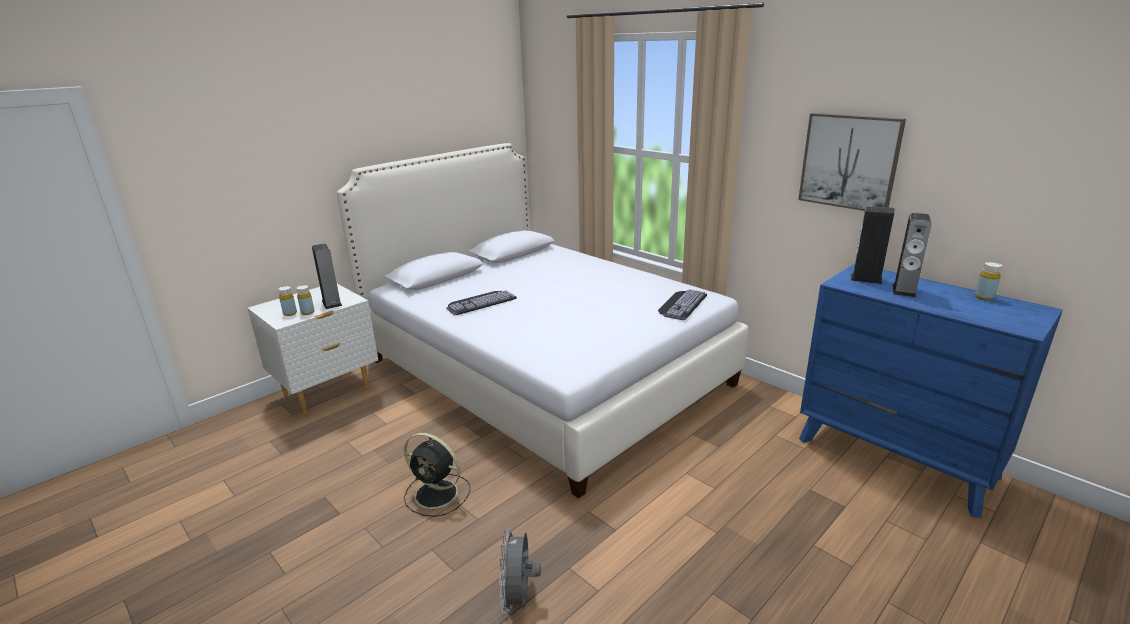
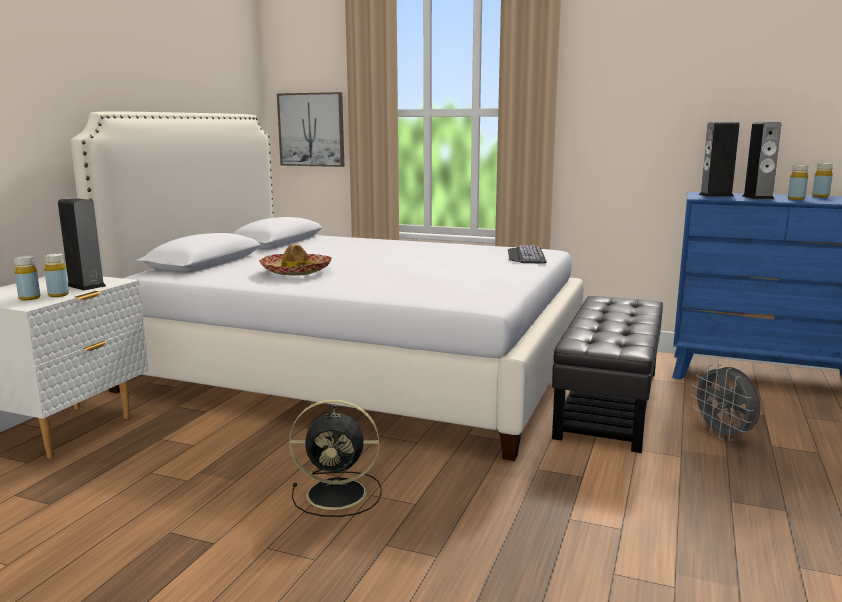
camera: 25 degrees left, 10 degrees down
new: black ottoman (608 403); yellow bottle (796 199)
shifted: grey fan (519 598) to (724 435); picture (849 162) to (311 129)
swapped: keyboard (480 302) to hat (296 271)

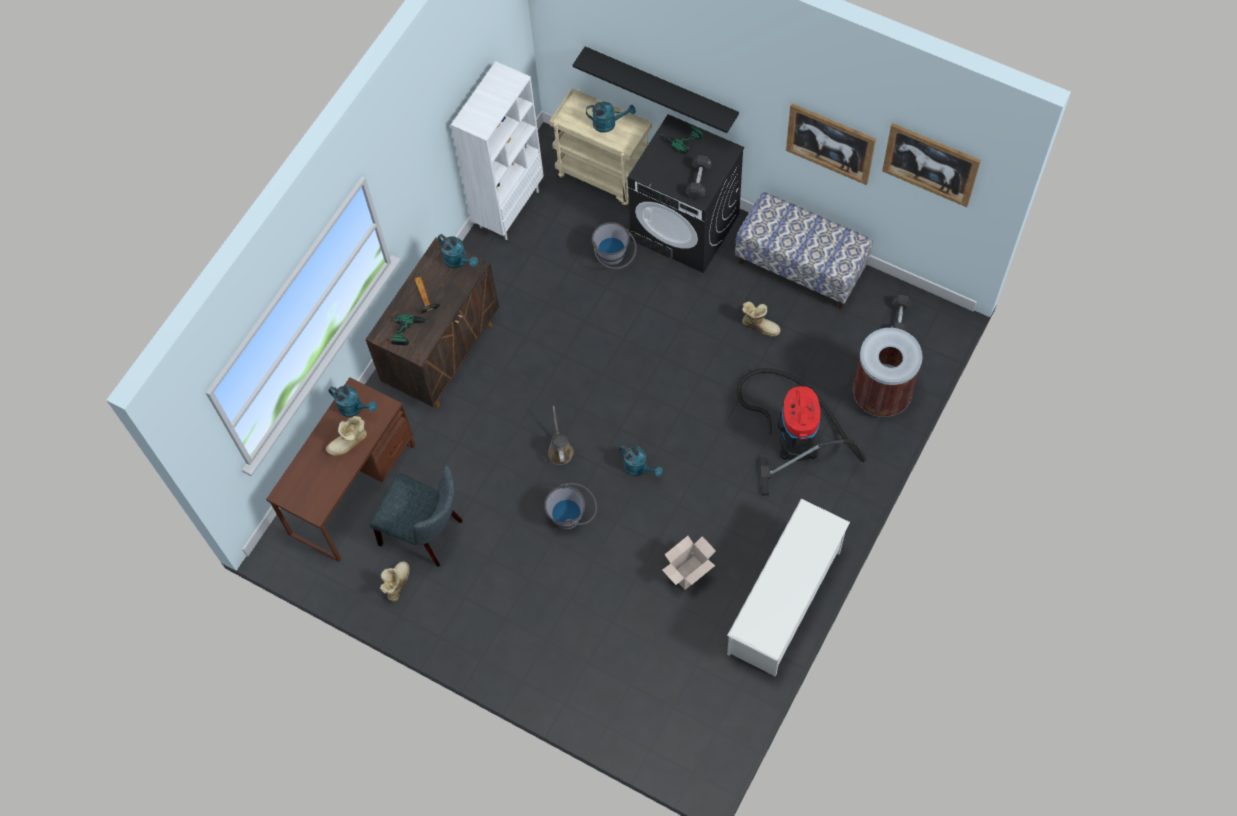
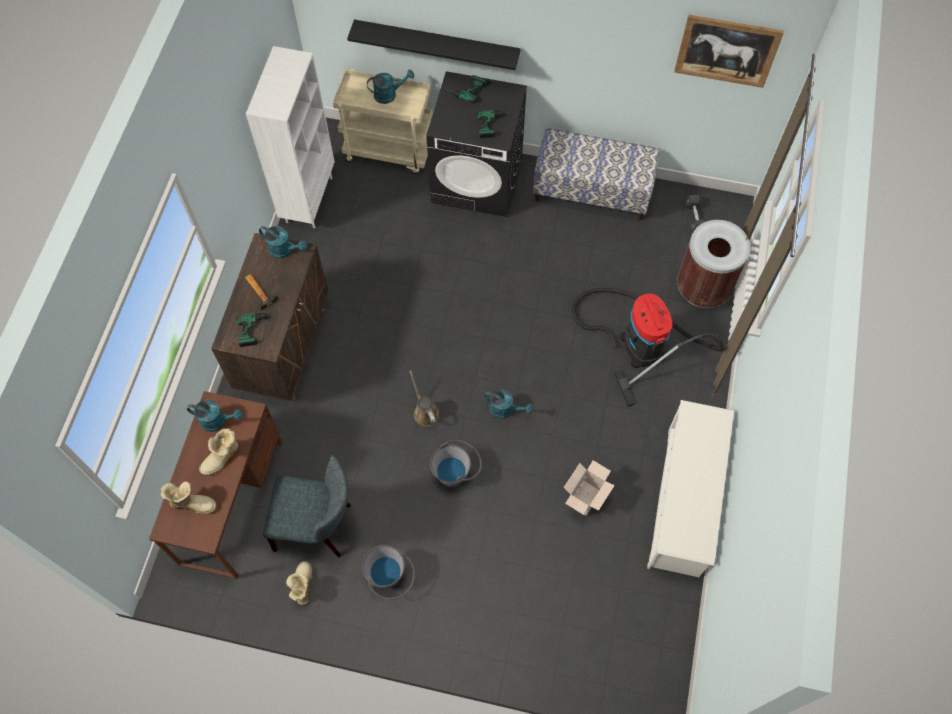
camera: 20 degrees left, 0 degrees up
gone: picture (830 143)
shifted: grey bucket (614 258) to (390 579); boot (760 325) to (192 503)
swapped: black dumbbell (698 181) to power drill (495 125)

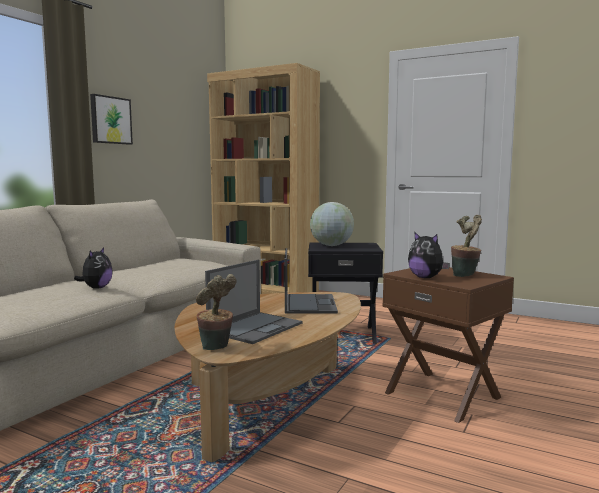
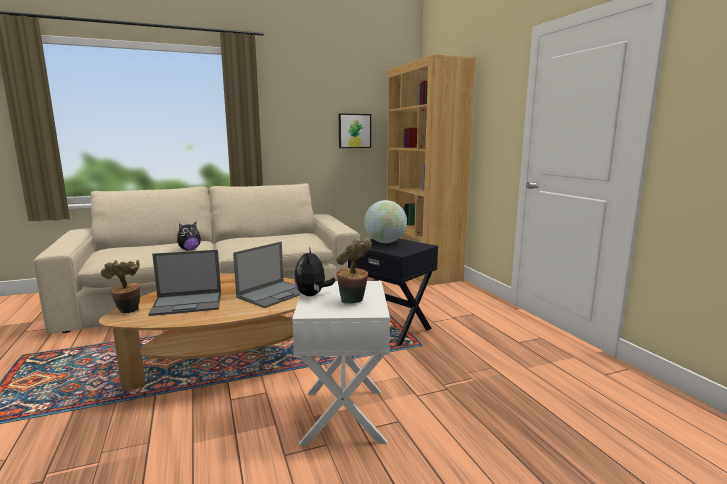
camera: 40 degrees right, 5 degrees up
shifted: picture (110 120) to (354 131)
repainted: brown side table (443 394) to white side table (345 415)

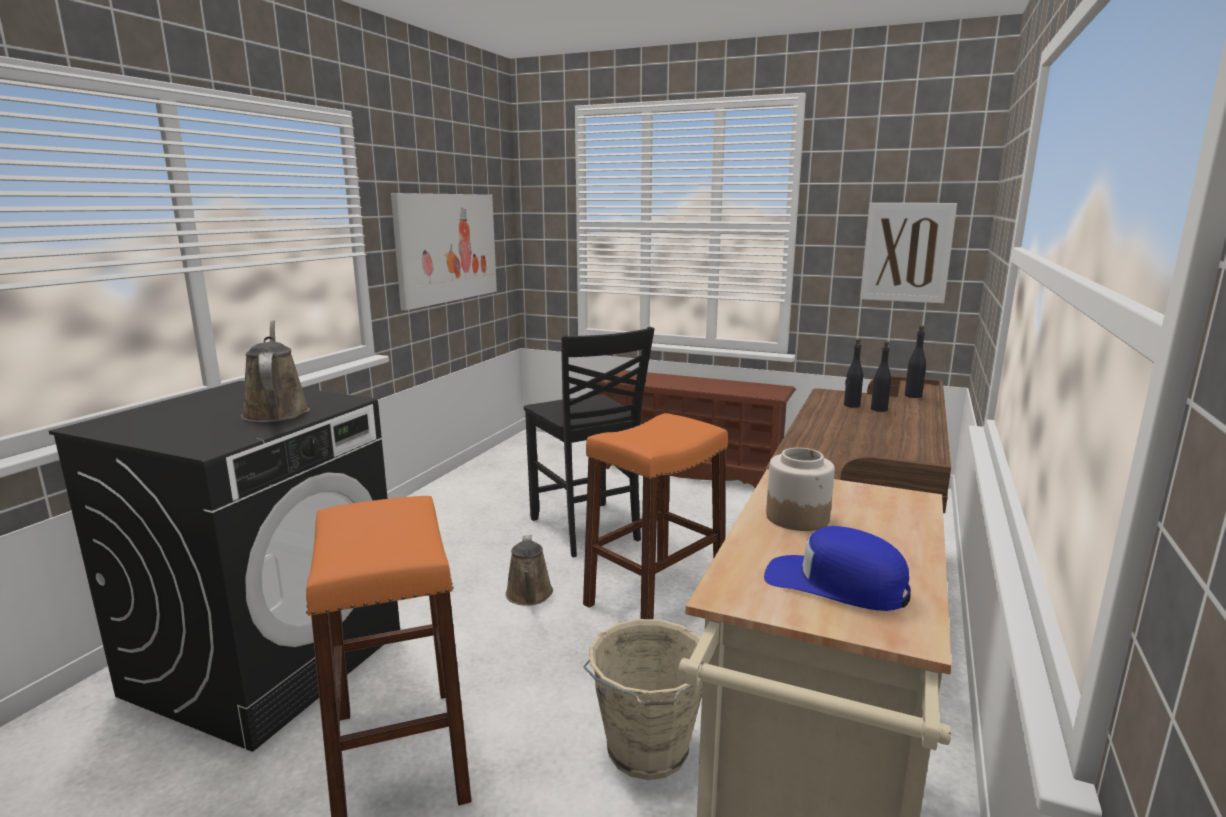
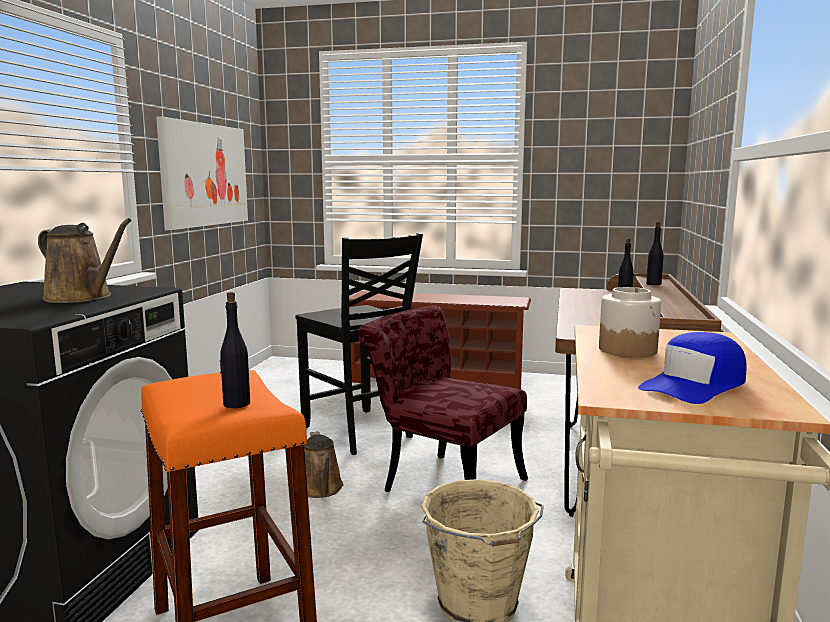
camera: 10 degrees left, 5 degrees down
gone: picture (906 252)
shifted: black bottle (851 405) to (236 404)
swapped: orange stool (655 598) to red chair (442 482)
rotated: brown watering can (276 411) = (82 298) 150 degrees clockwise; blue cap (835 584) = (695 385) 60 degrees counterclockwise

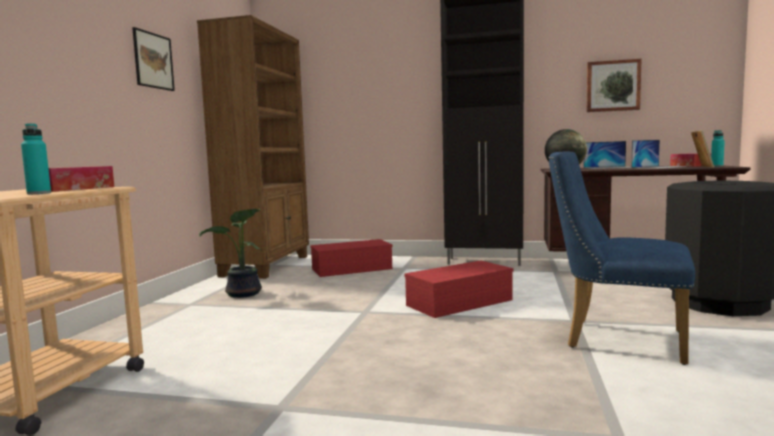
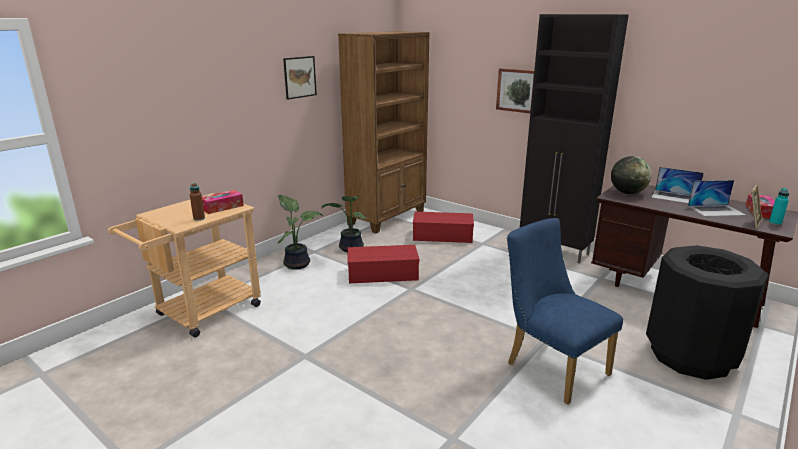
camera: 25 degrees right, 15 degrees up
new: potted plant (297 264)
shifted: red storage box (460 302) to (383 273); picture (612 86) to (517 90)
repainted: turquoise bottle (39 193) to brown bottle (199 219)

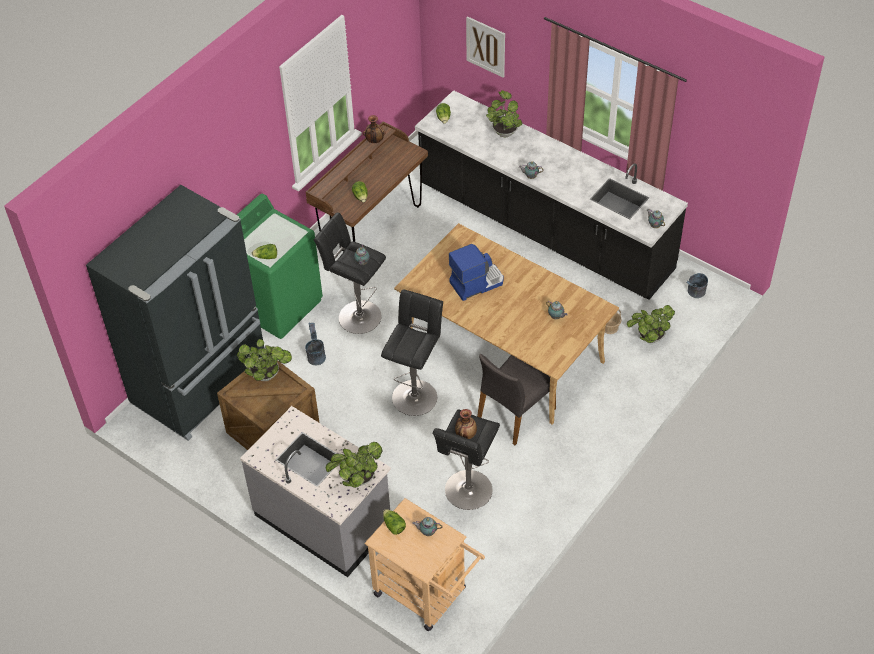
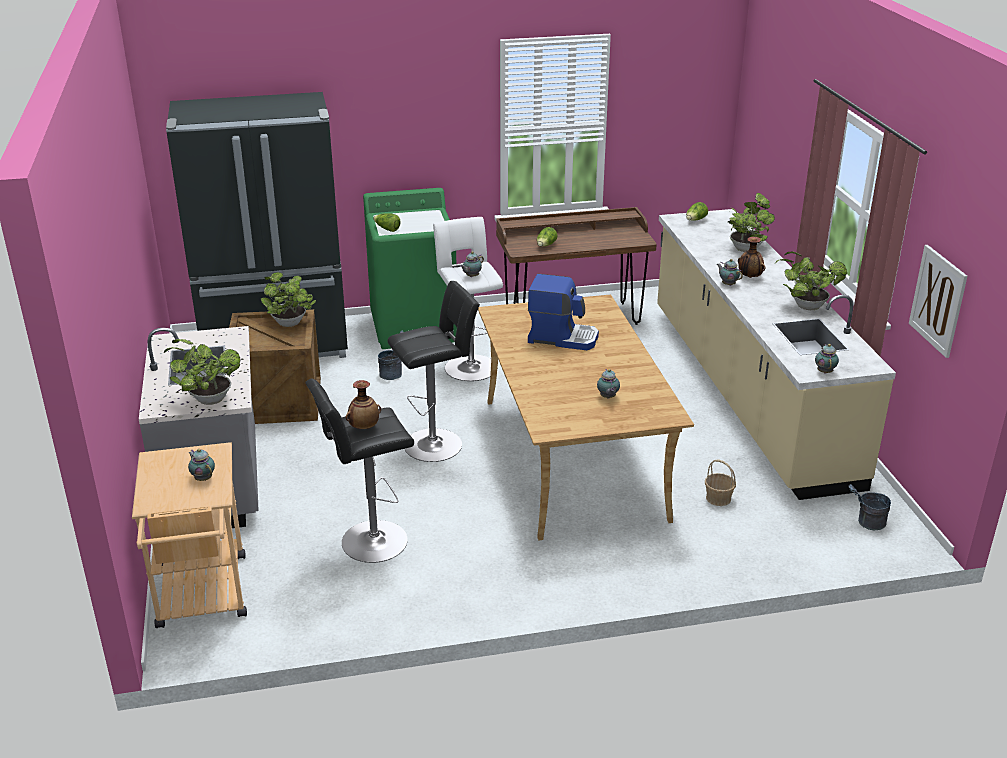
camera: 40 degrees right, 20 degrees down
gone: lettuce (393 526); grey chair (514 413)
shifted: vase (374 141) to (749 277); picture (486 46) to (938 300); potted plant (648 338) to (805 306)
repainted: black stool (357 315) to white stool (469 365); black counter (544 228) to beige counter (748 392)

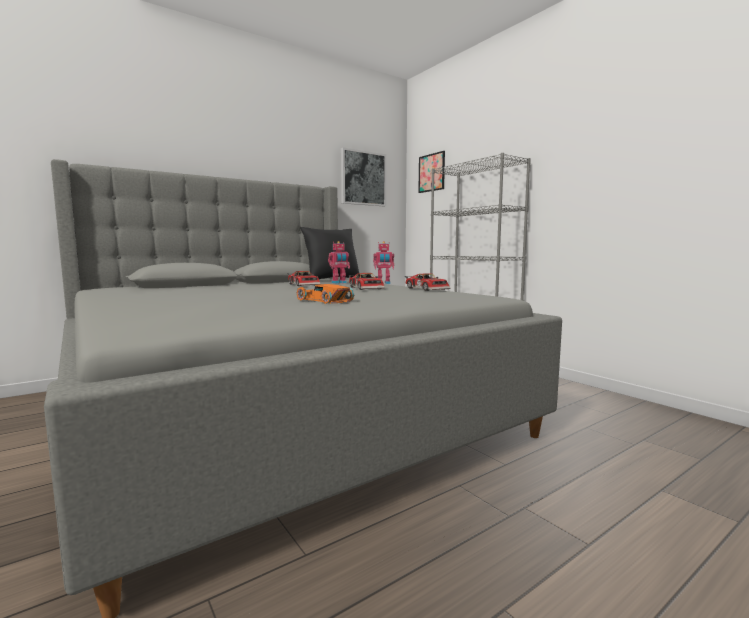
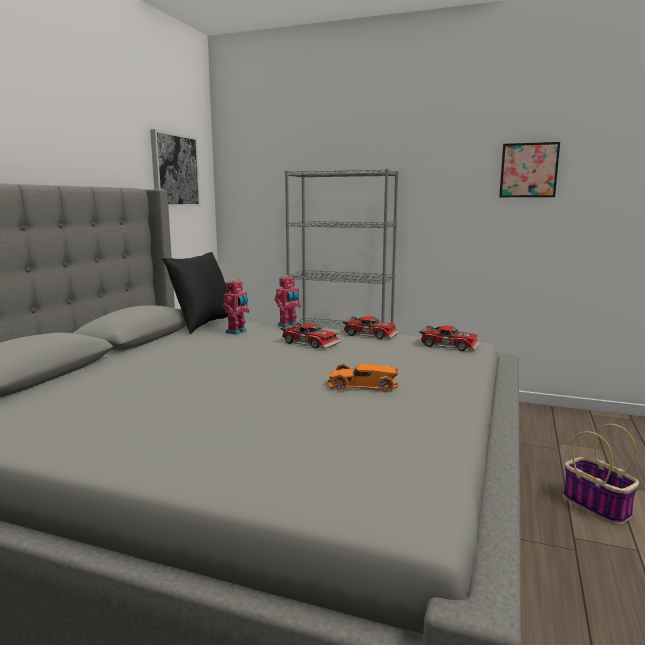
camera: 35 degrees left, 5 degrees up
new: basket (598 506)
shifted: toy car (304 284) to (449 345); picture (431 172) to (528 170)

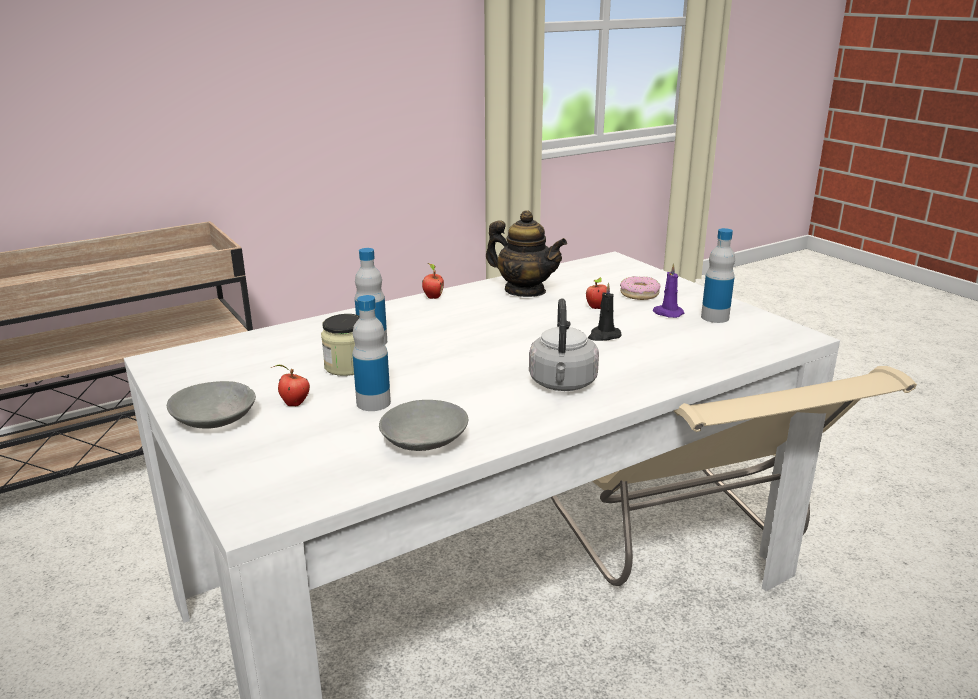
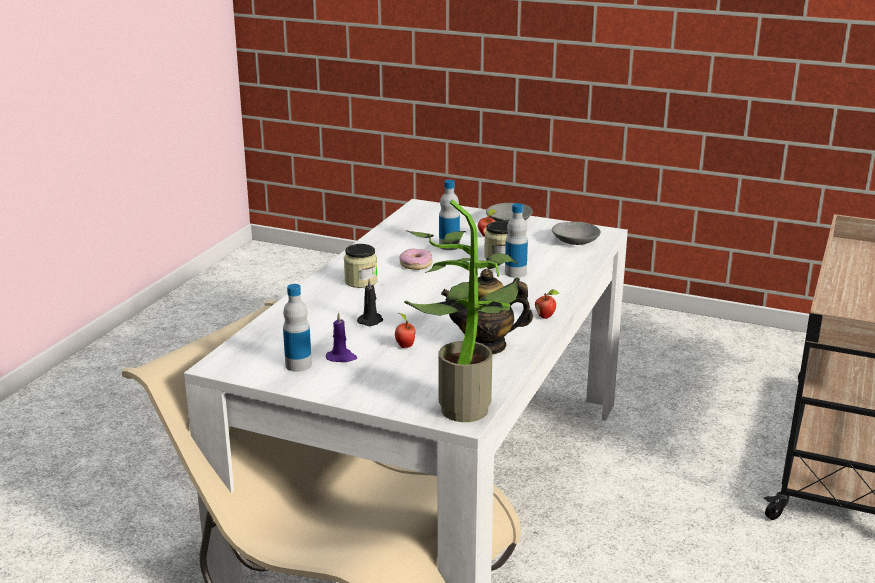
camera: 145 degrees right, 0 degrees up
new: potted plant (467 405)
shifted: grey bowl (423 440) to (575 241); donut (639 294) to (416 264)
swapped: grey kettle (562 384) to jar (361 281)

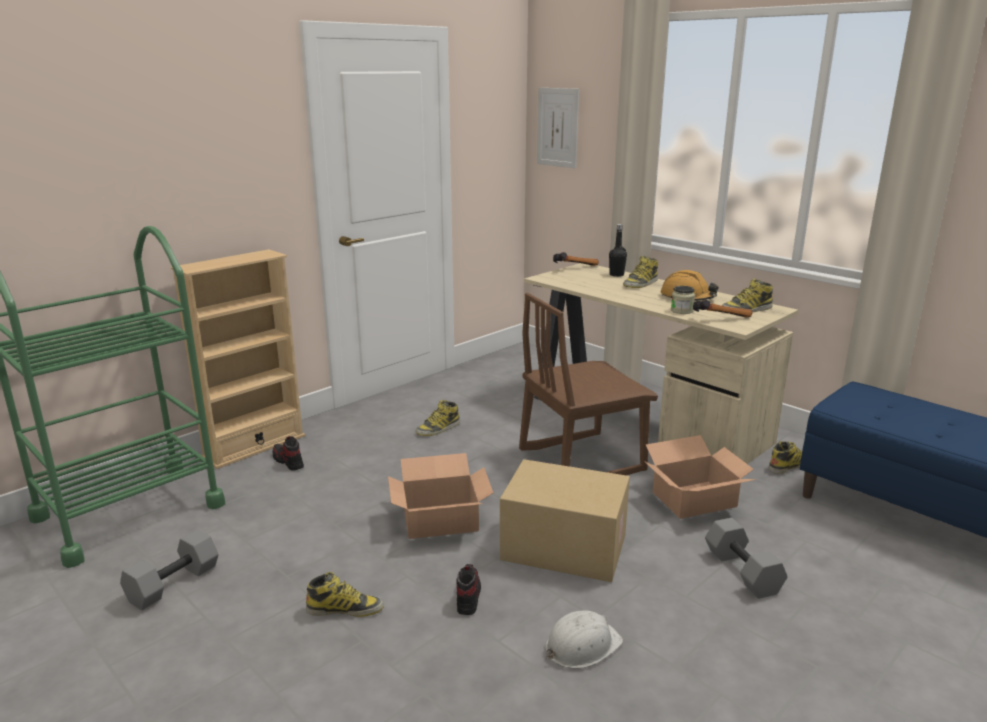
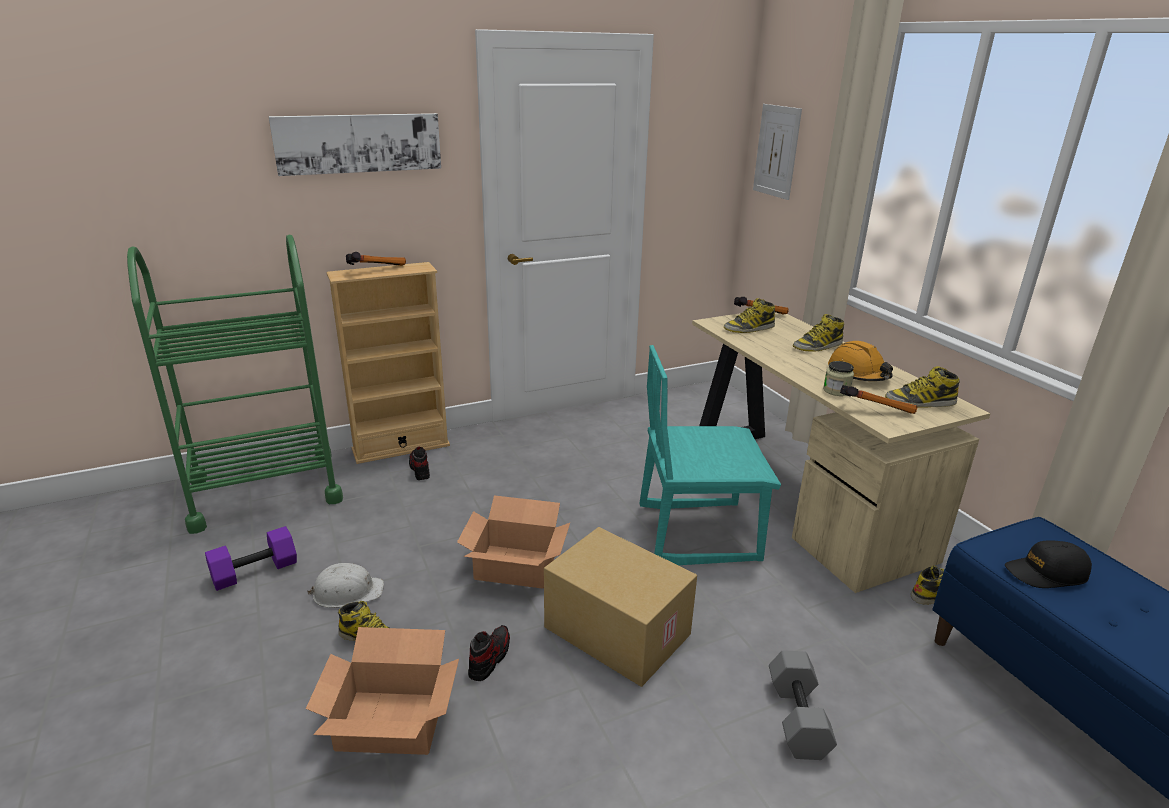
camera: 20 degrees right, 5 degrees up
gone: black bottle (616 275)
new: picture (358 143); hammer (375 269); black cap (1046 573)
shifted: boot (438 429) to (749 328); white hard hat (581 646) to (347 592); cardboard box (693 499) to (390 721)
repainted: grey dumbbell (173 582) to purple dumbbell (255 570); brown chair (580 460) to turquoise chair (697 532)

